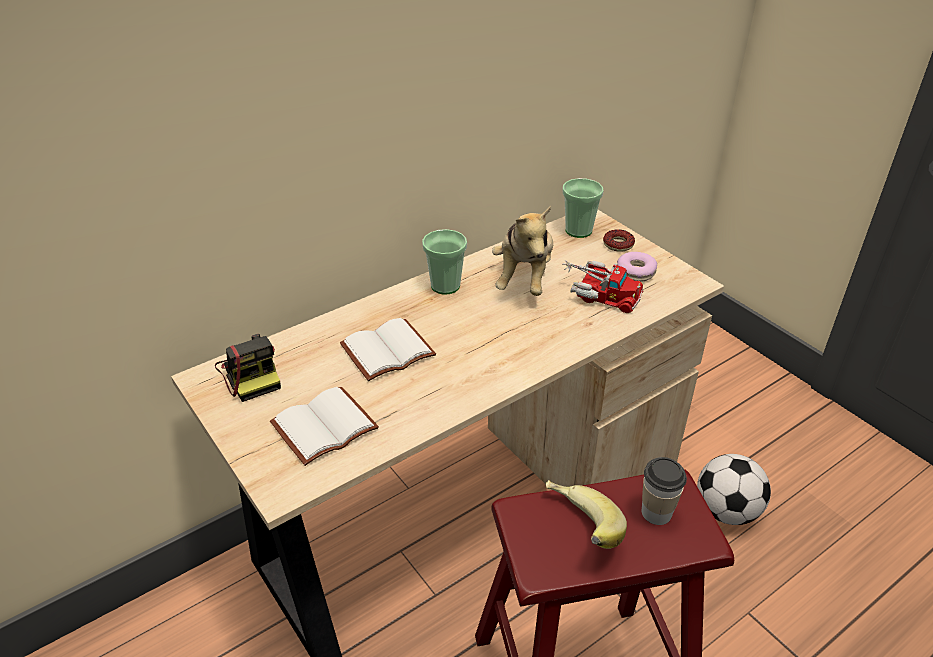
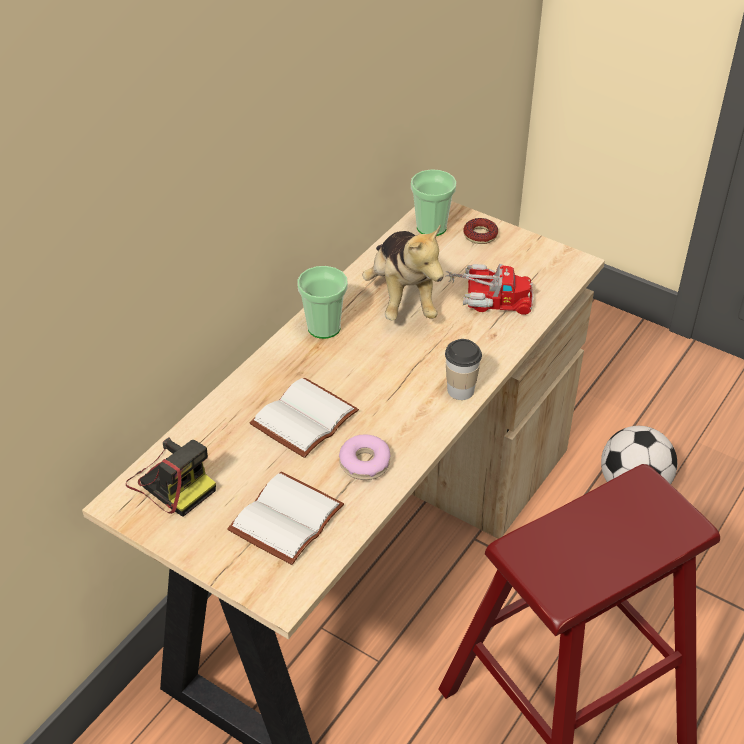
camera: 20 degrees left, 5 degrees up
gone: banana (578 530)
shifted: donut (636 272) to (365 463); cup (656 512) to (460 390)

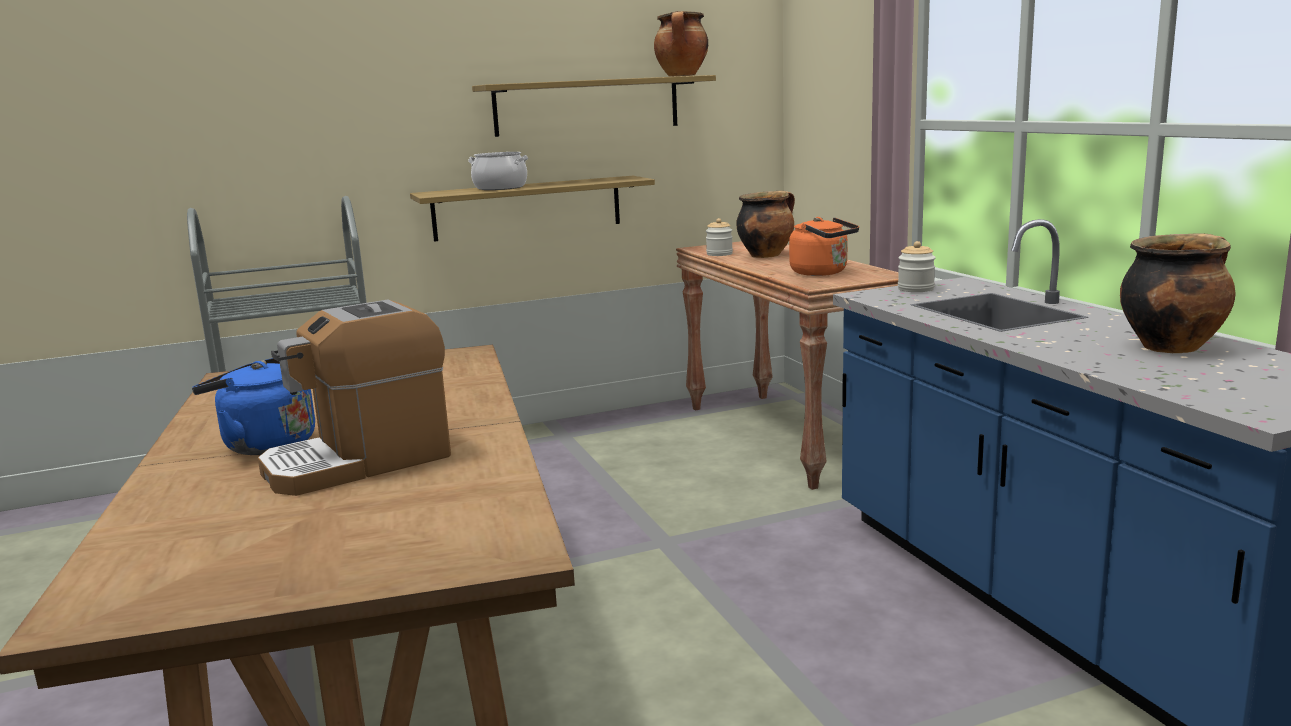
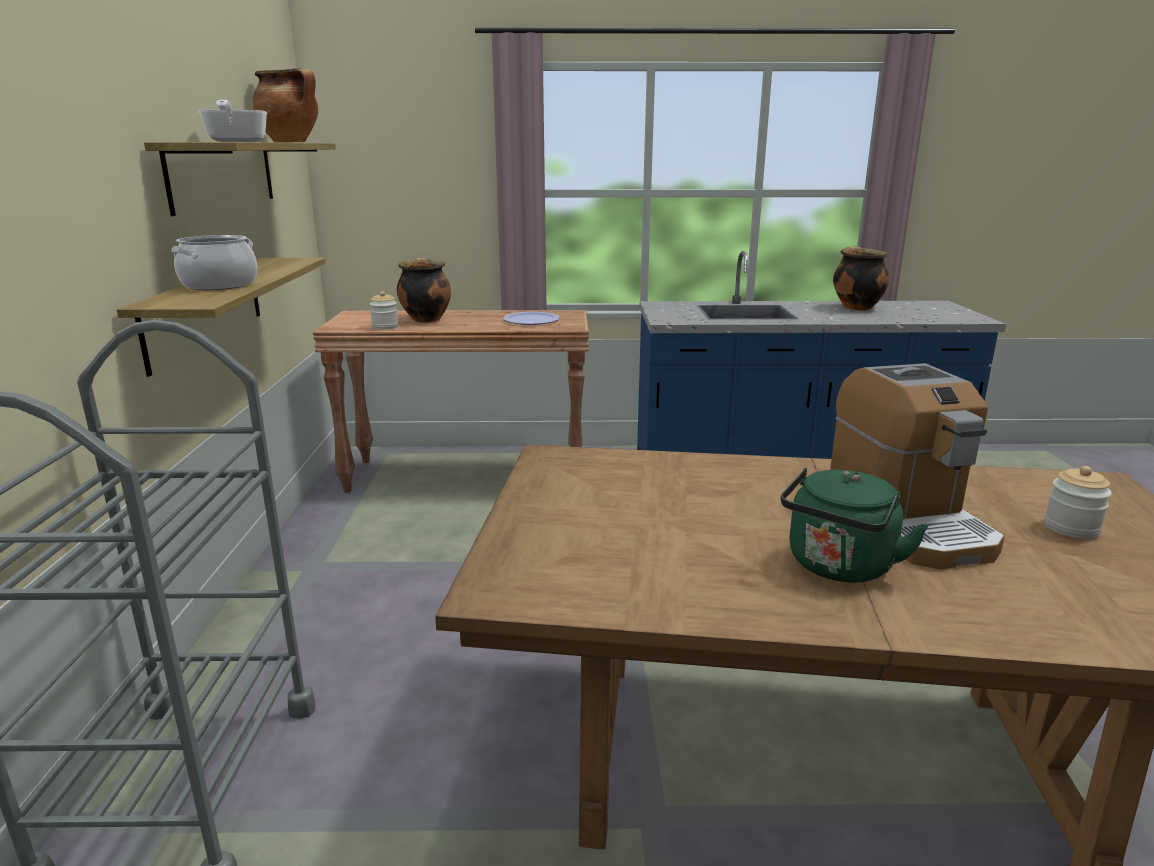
camera: 70 degrees left, 5 degrees up
new: frying pan (235 141)
shifted: jar (915 289) to (1071 528)
swapped: orange kettle (822 273) to plate (531 320)
repainted: blue kettle (264 445) to green kettle (838 567)

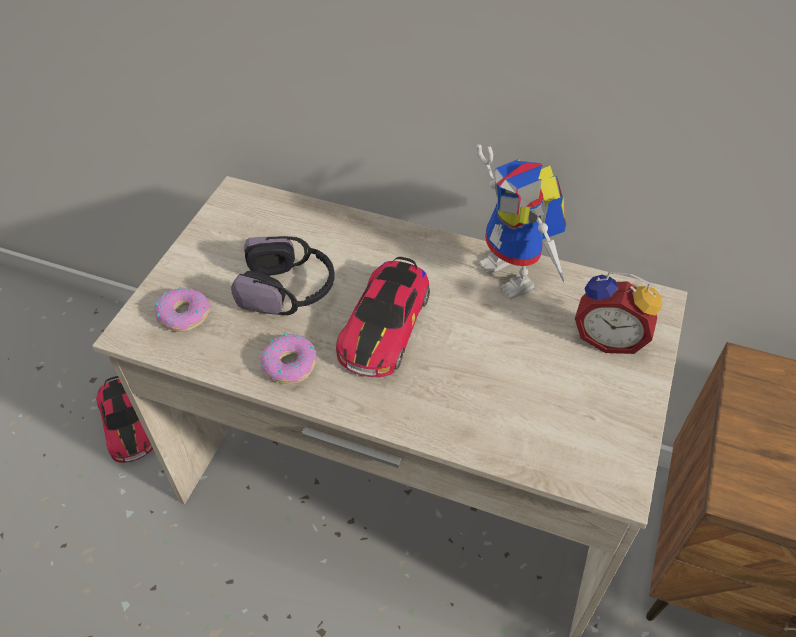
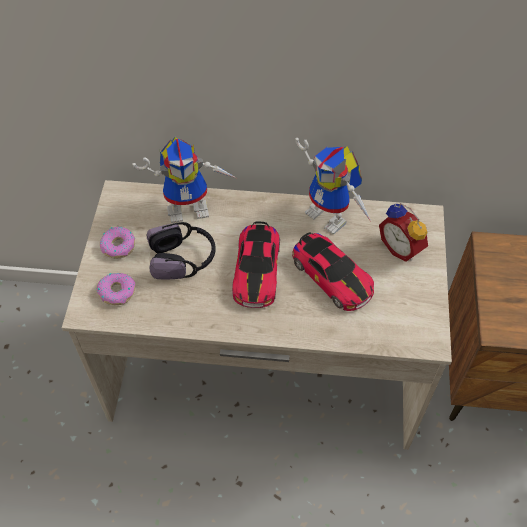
camera: 15 degrees left, 5 degrees up
new: toy robot (191 207)
shifted: toy car (127 424) to (332 276); donut (290 364) to (119 246)
rotated: alarm clock (609 337) = (402 248) 45 degrees clockwise

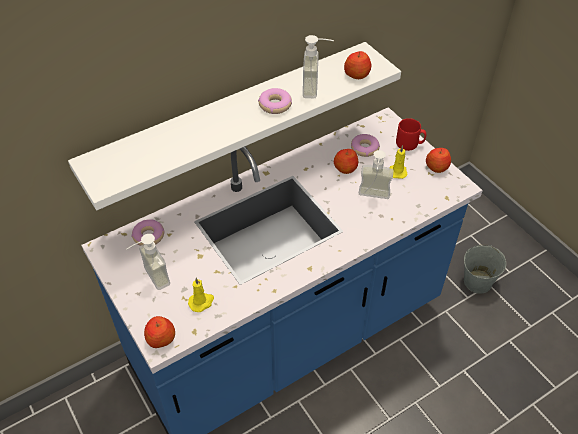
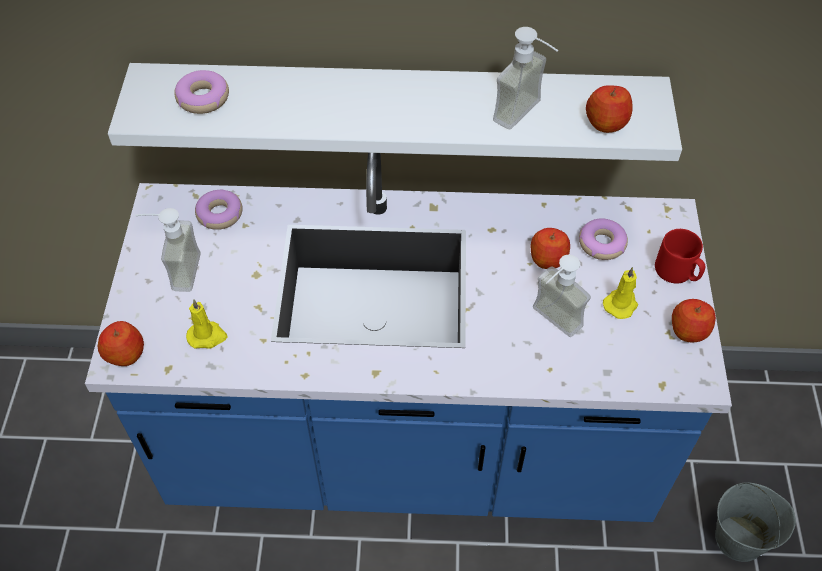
camera: 35 degrees right, 5 degrees up
shifted: donut (275 105) to (203 98)

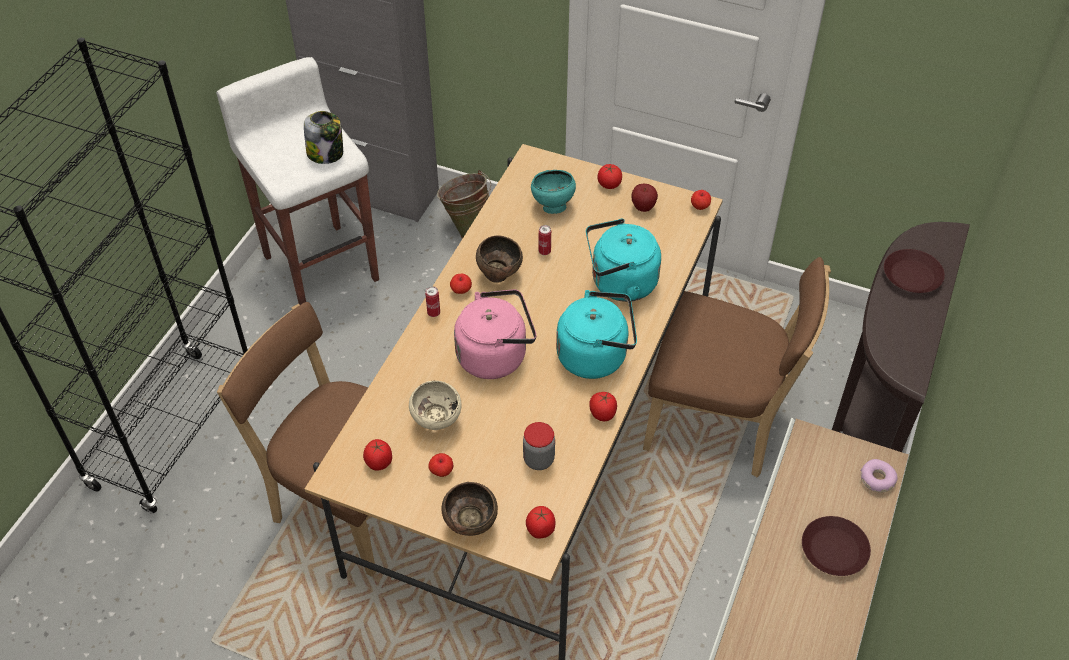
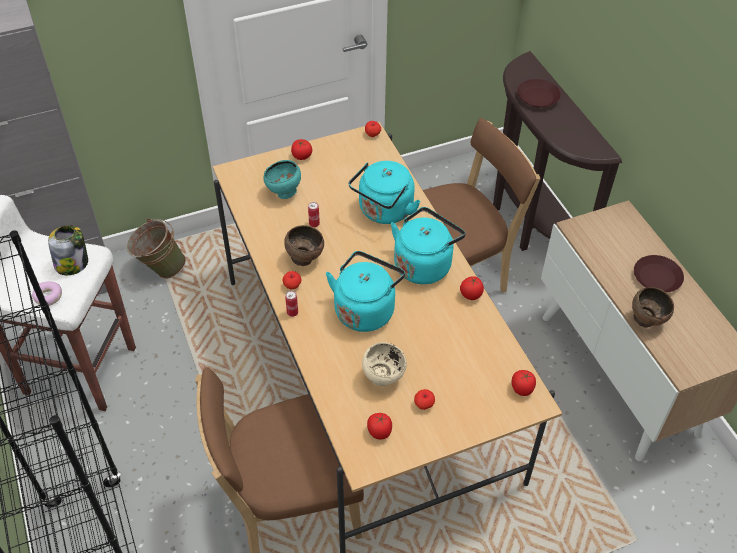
camera: 45 degrees left, 0 degrees up
gone: jar (538 460); apple (643 208)
shifted: brown bowl (472 525) to (646 320); donut (877 480) to (48 297)
repainted: pink kettle (496 355) to turquoise kettle (365 309)

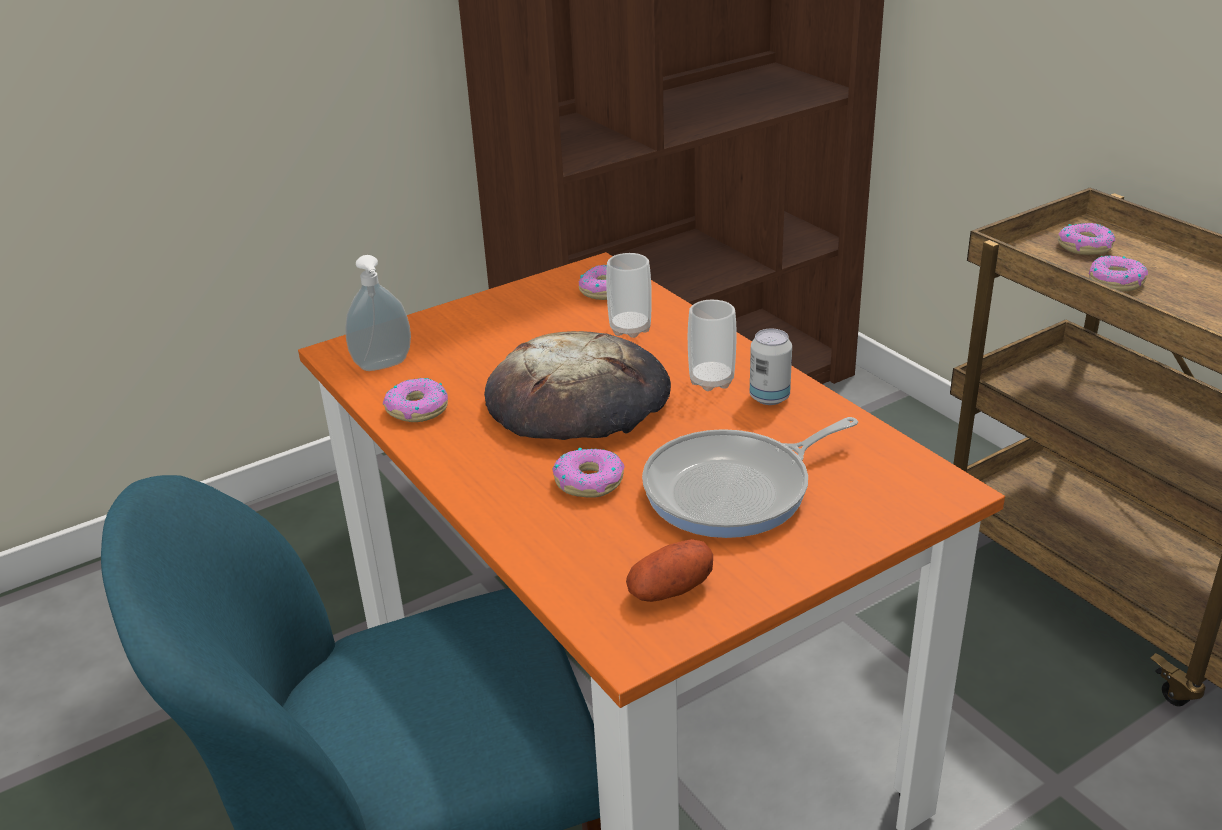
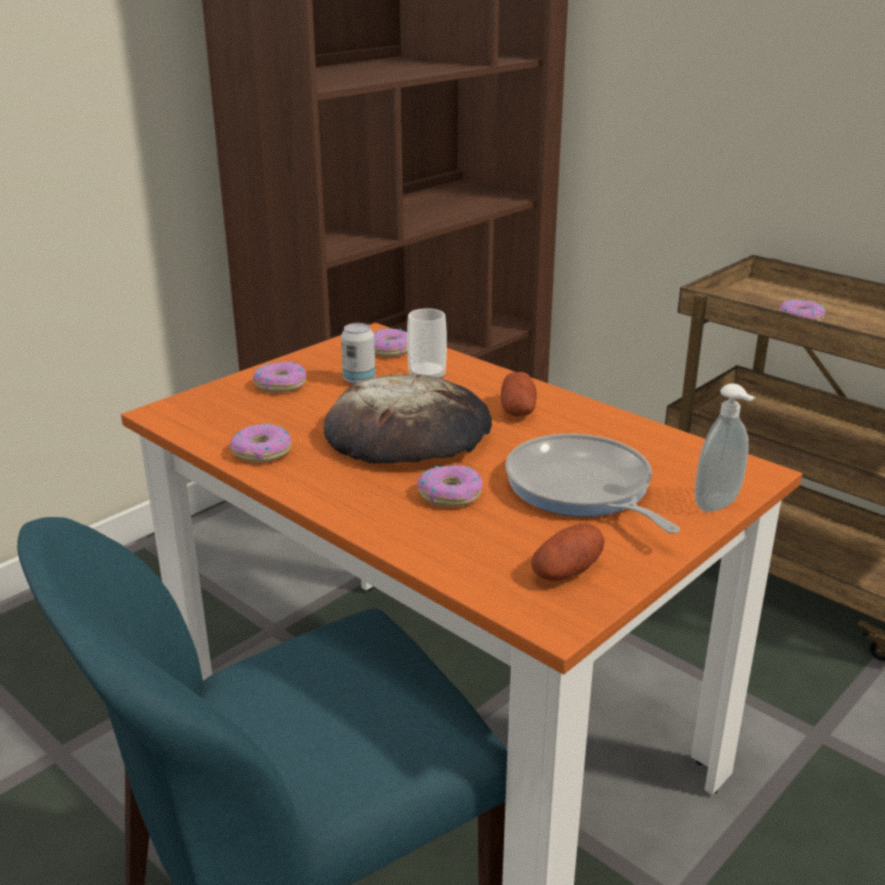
camera: 15 degrees left, 5 degrees down
shifted: soap dispenser (384 366) to (719 505); can (769 397) to (359 380); donut (1085 246) to (280 384)
swapped: cup (711 381) to potato (518 410)
rotated: frying pan (735 490) = (582 489) 105 degrees clockwise

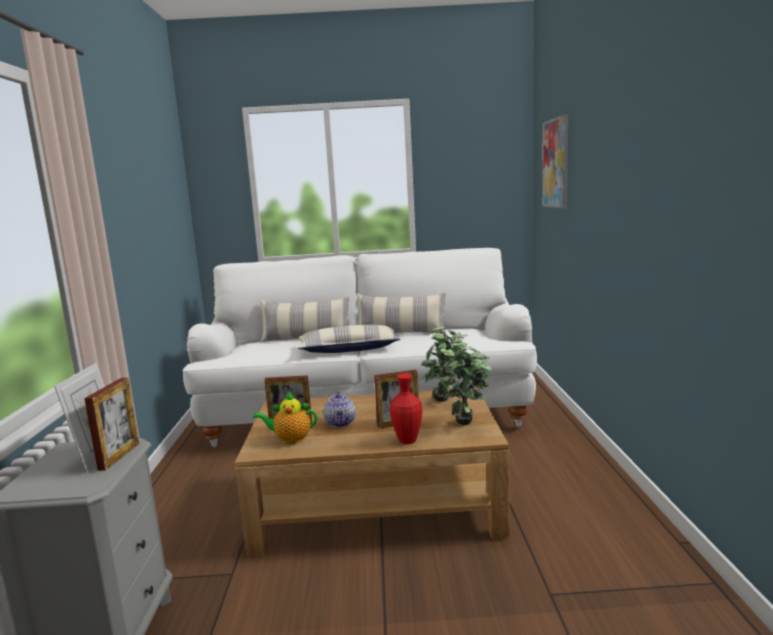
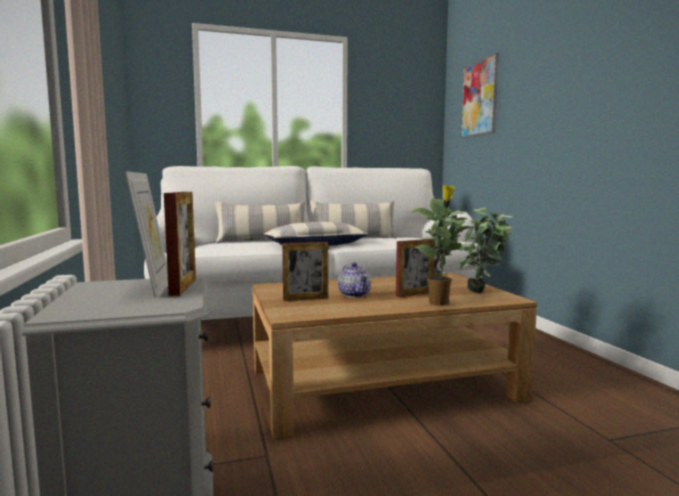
camera: 15 degrees left, 5 degrees down
gone: teapot (290 439)
swapped: red vase (407 441) to potted plant (439 303)

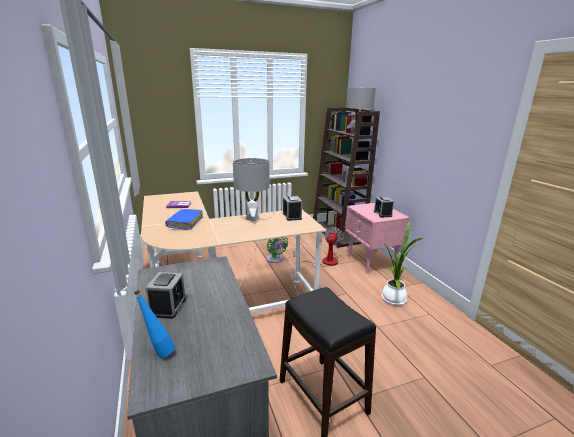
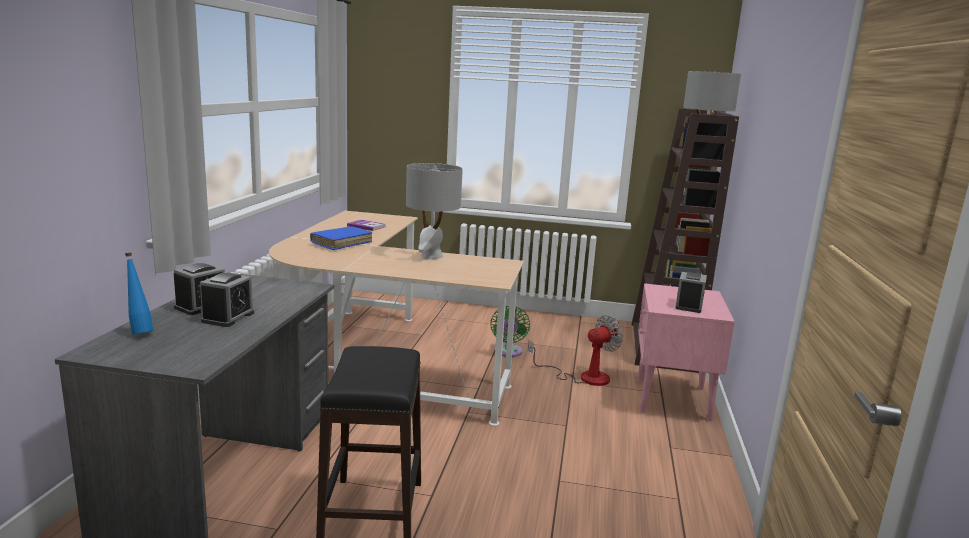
camera: 30 degrees right, 5 degrees down
gone: potted plant (394 298)
shifted: alarm clock (292 216) to (228 317)

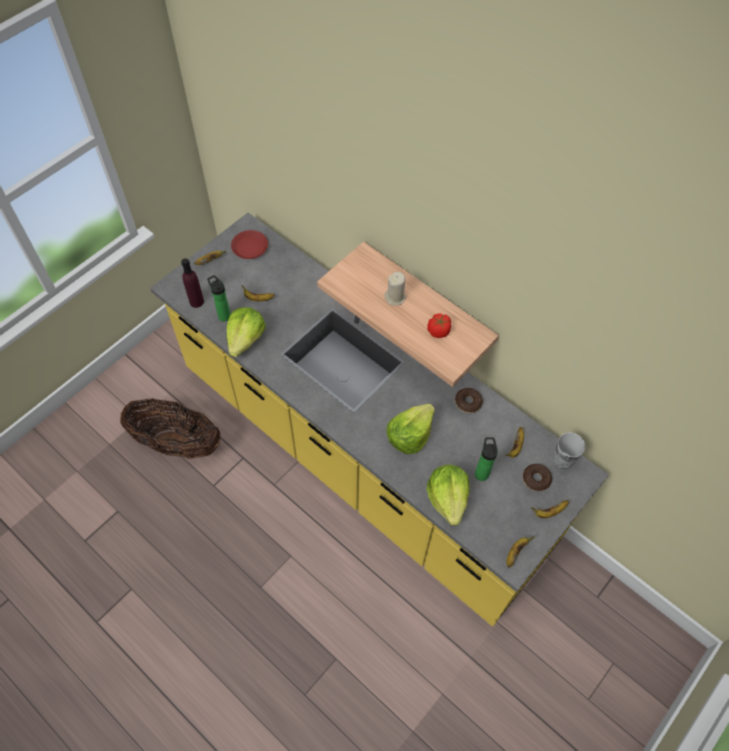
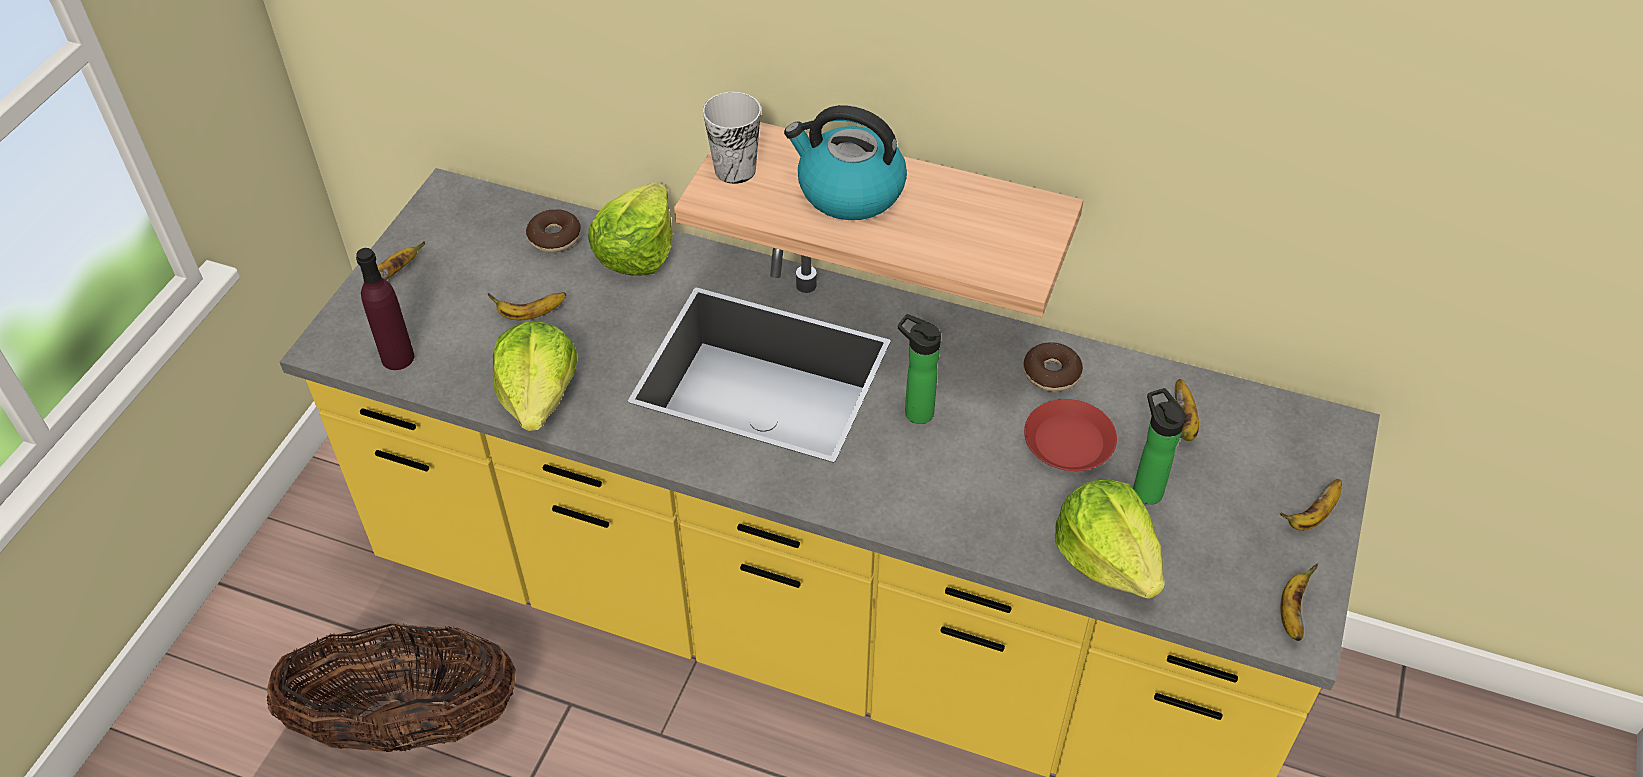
camera: 20 degrees left, 10 degrees down
gone: tomato (438 331)
shifted: bottle (223 315) to (914 411); red plate (250 247) to (1069 441); lettuce (409 435) to (636 251); donut (536 479) to (554 238); cup (562 460) to (735 170)
swapped: beige candle (395 297) to kettle (848 191)

